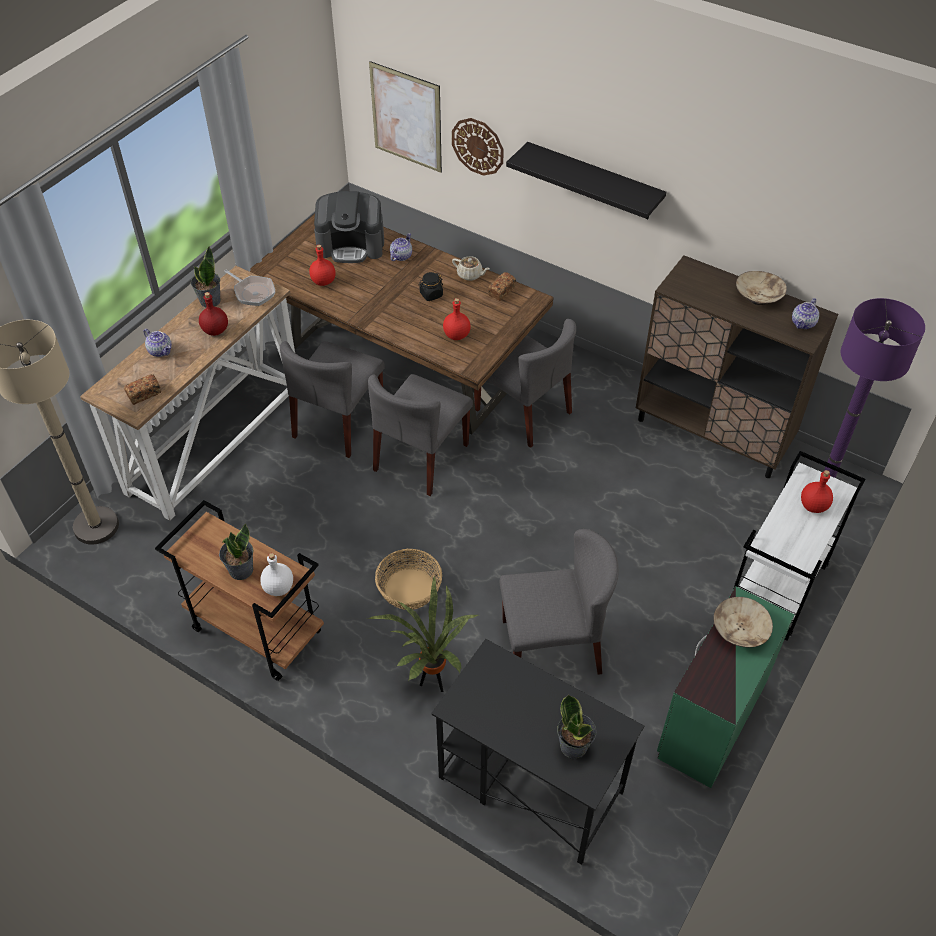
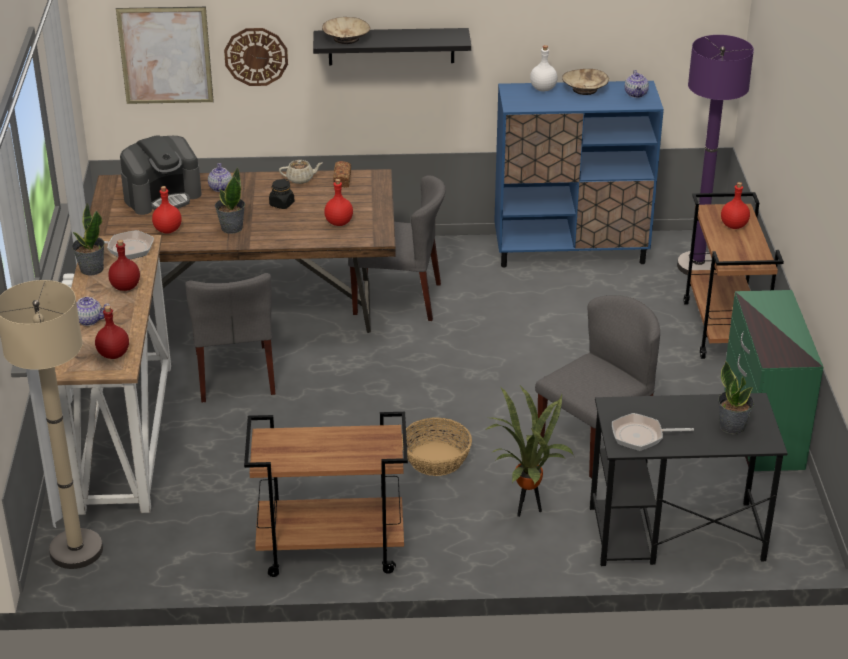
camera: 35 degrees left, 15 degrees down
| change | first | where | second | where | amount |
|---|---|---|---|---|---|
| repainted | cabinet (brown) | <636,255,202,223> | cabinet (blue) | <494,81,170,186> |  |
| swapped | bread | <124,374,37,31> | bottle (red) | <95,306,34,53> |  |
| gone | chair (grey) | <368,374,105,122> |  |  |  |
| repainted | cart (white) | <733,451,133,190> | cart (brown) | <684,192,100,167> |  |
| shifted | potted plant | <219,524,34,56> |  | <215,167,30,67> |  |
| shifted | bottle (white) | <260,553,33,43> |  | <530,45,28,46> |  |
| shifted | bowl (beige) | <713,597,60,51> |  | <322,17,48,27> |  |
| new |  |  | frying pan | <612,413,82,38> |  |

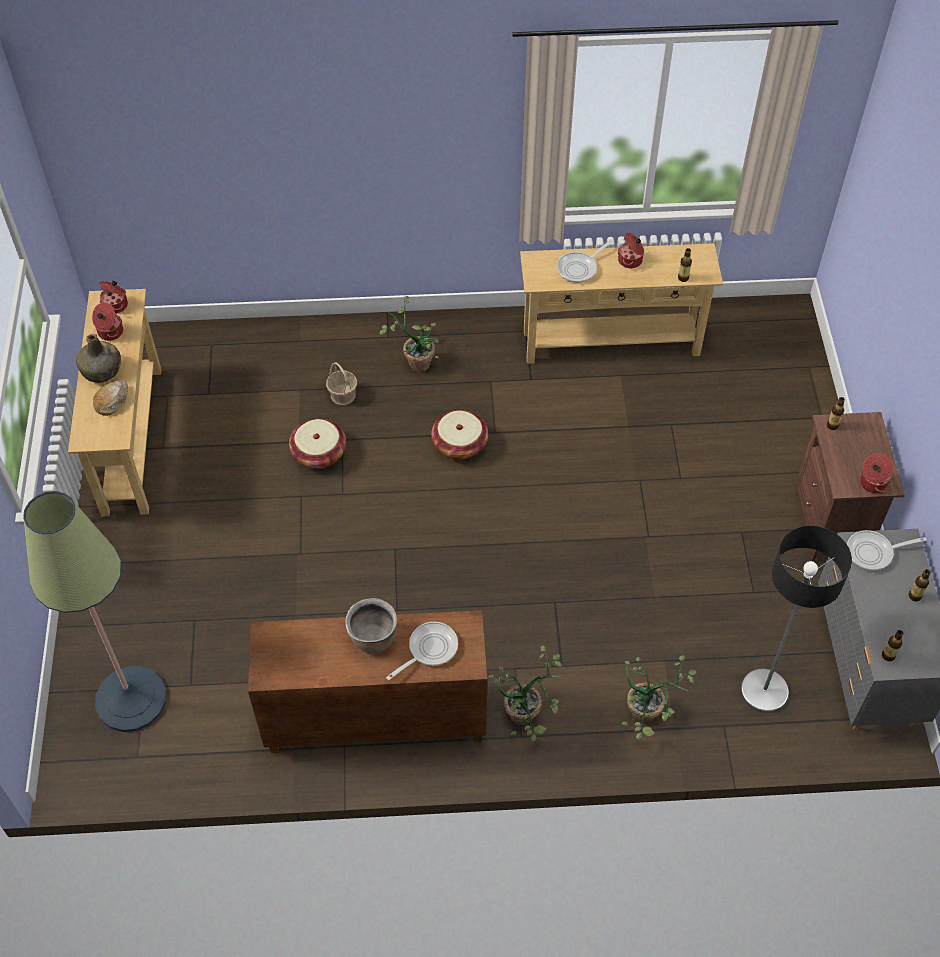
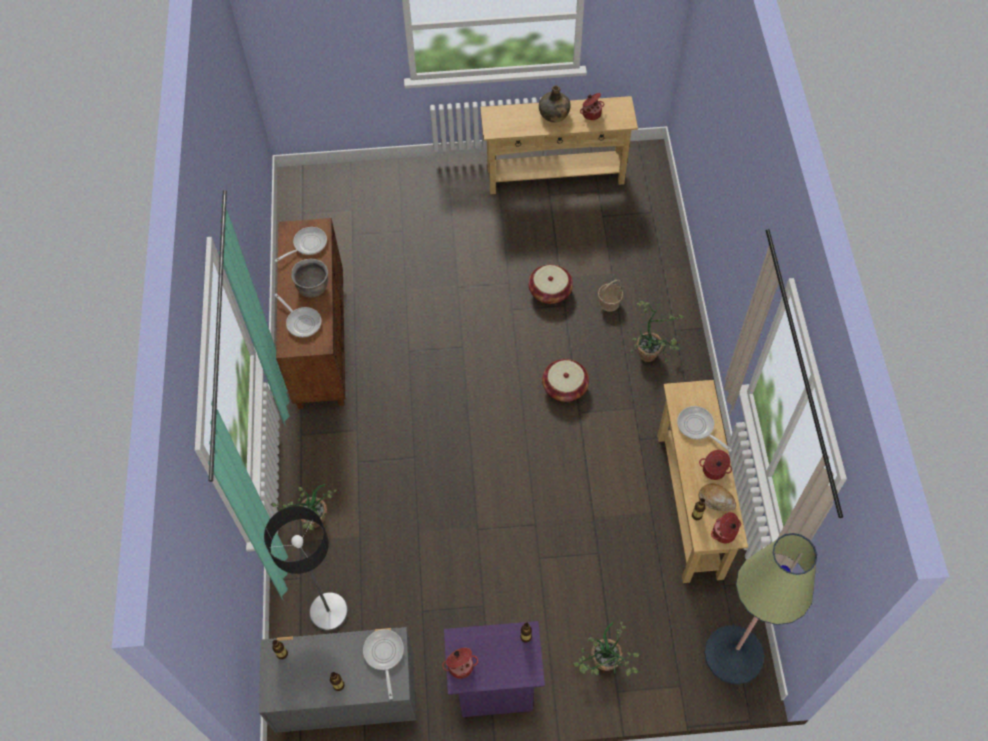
camera: 90 degrees right, 5 degrees up
| change | first | where | second | where | amount |
|---|---|---|---|---|---|
| shifted | cooking pot | <99,281,29,33> |  | <711,512,30,31> |  |
| shifted | bread | <93,381,35,35> |  | <698,483,38,28> |  |
| repainted | nightstand (brown) | <794,412,111,150> | nightstand (purple) | <444,621,101,96> |  |
| shifted | floor lamp | <23,491,144,241> |  | <704,533,113,152> |  |
| shifted | potted plant | <489,646,73,96> |  | <573,621,66,55> |  |
| new |  |  | frying pan | <274,227,53,35> |  |

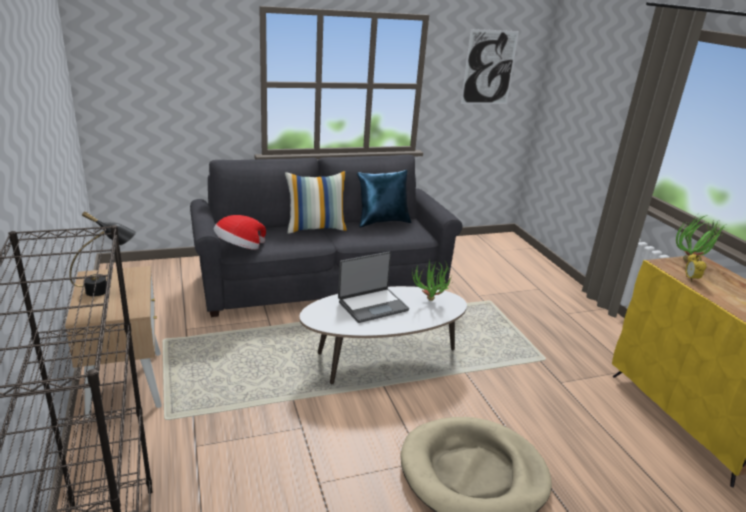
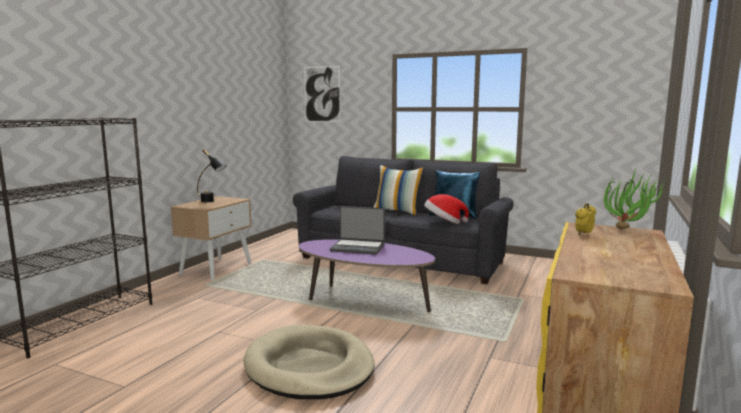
camera: 45 degrees right, 15 degrees down
| change | first | where | second | where | amount |
|---|---|---|---|---|---|
| shifted | picture | <461,29,58,75> |  | <304,65,37,57> |  |
| shifted | hat | <213,215,53,35> |  | <424,194,45,30> |  |
| gone | potted plant | <412,260,40,41> |  |  |  |
| repainted | coffee table (white) | <299,286,168,98> | coffee table (purple) | <299,239,136,73> |  |

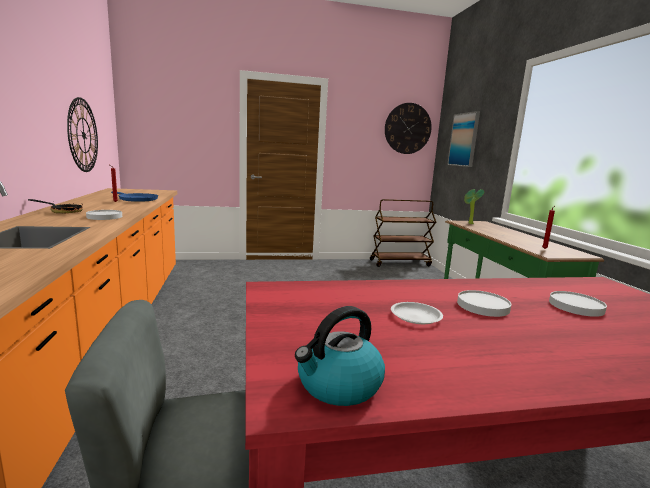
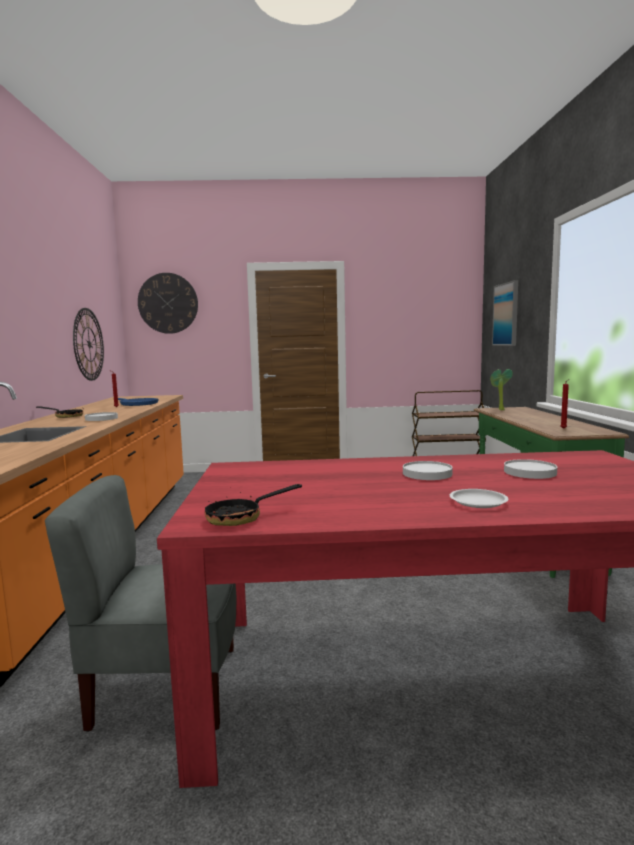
camera: 10 degrees right, 5 degrees down
| change | first | where | second | where | amount |
|---|---|---|---|---|---|
| shifted | wall clock | <385,103,47,51> |  | <138,273,60,61> |  |
| shifted | plate (white) | <391,302,52,22> |  | <450,489,58,19> |  |
| swapped | kettle | <295,306,90,100> | frying pan | <205,484,97,42> |  |

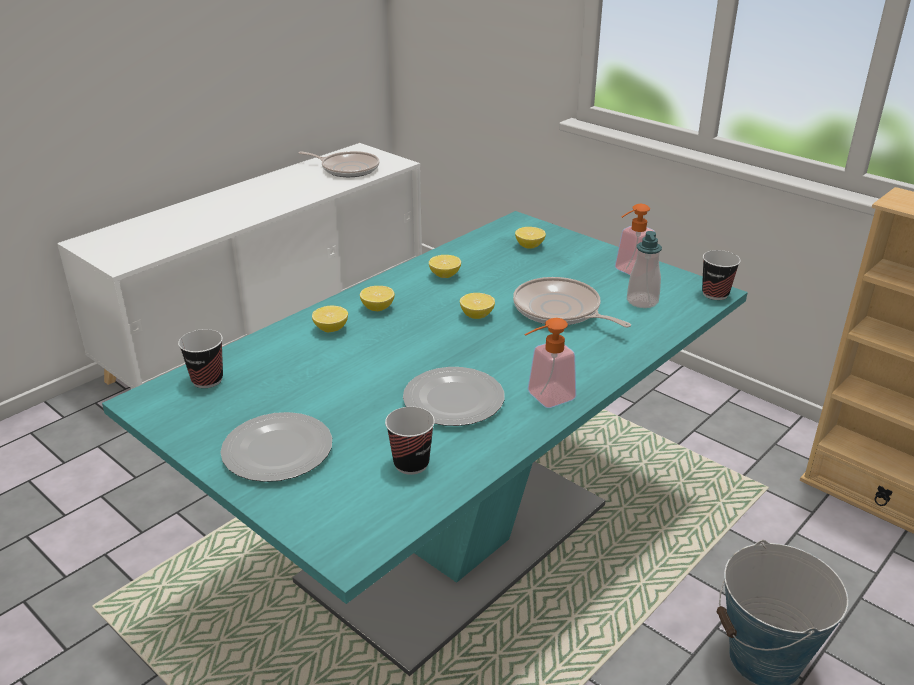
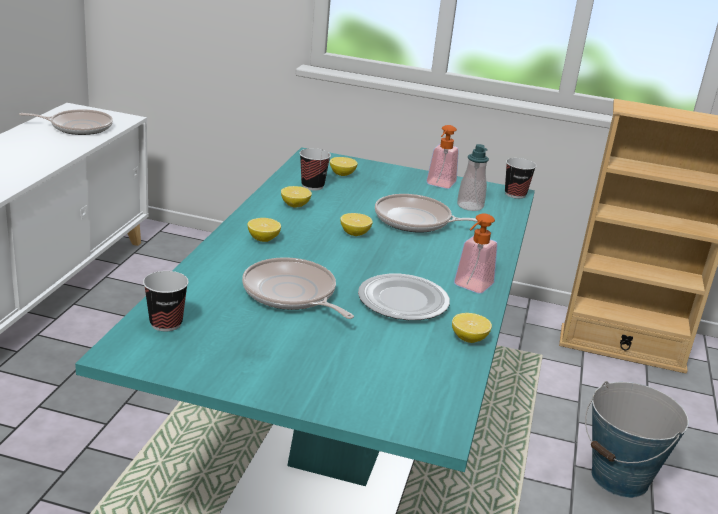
camera: 30 degrees left, 5 degrees down
| change | first | where | second | where | amount |
|---|---|---|---|---|---|
| shifted | lemon | <312,306,36,26> |  | <452,313,40,30> |  |
| shifted | cup | <385,407,50,68> |  | <300,148,31,42> |  |
| gone | plate | <220,412,112,70> |  |  |  |
| new |  |  | frying pan | <242,257,112,62> |  |

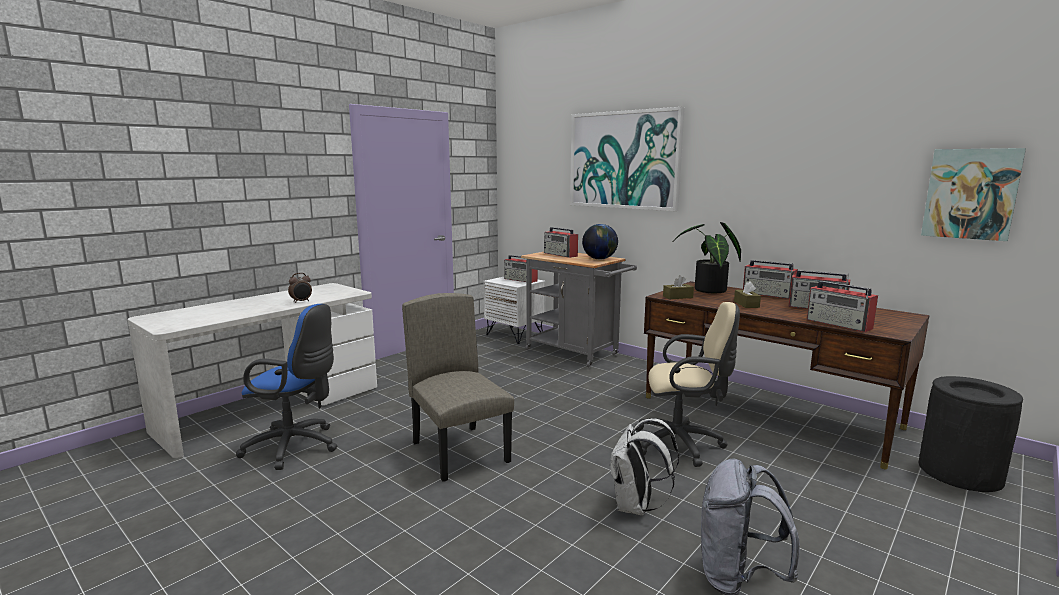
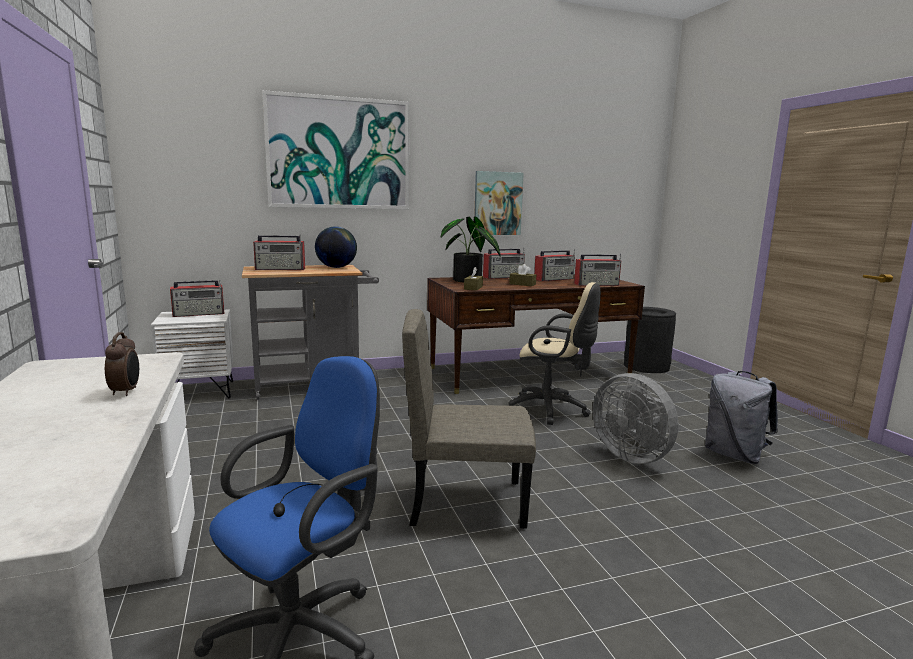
camera: 60 degrees left, 0 degrees up
| change | first | where | second | where | amount |
|---|---|---|---|---|---|
| shifted | picture | <921,148,105,93> |  | <474,171,50,64> |  |
| rotated | office chair (beige) | <635,302,105,165> |  | <506,282,95,143> | 75 degrees clockwise |
| swapped | backpack (white) | <610,418,69,98> | fan (grey) | <593,373,86,91> |  |

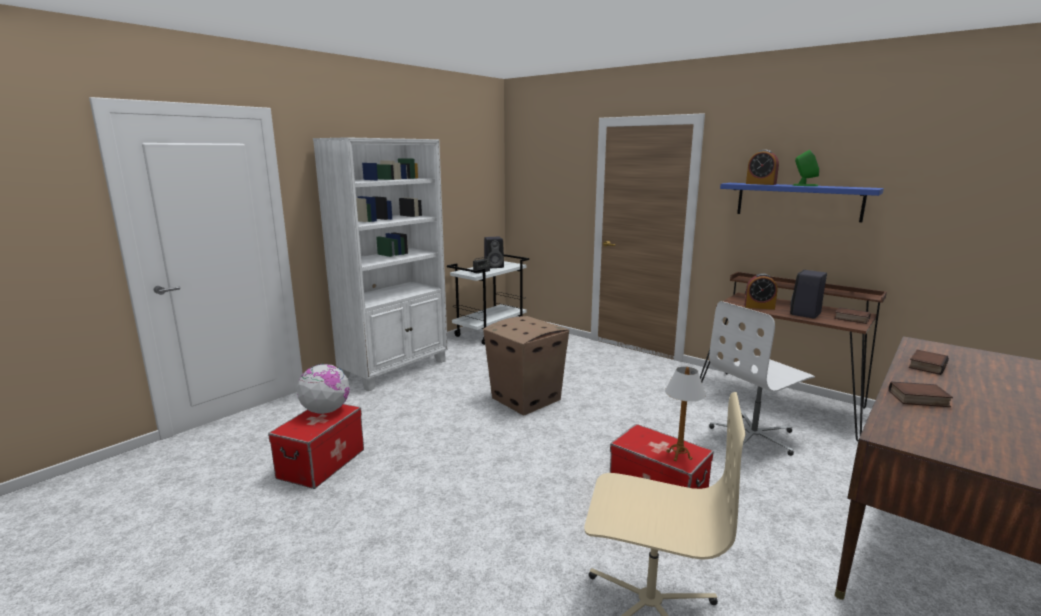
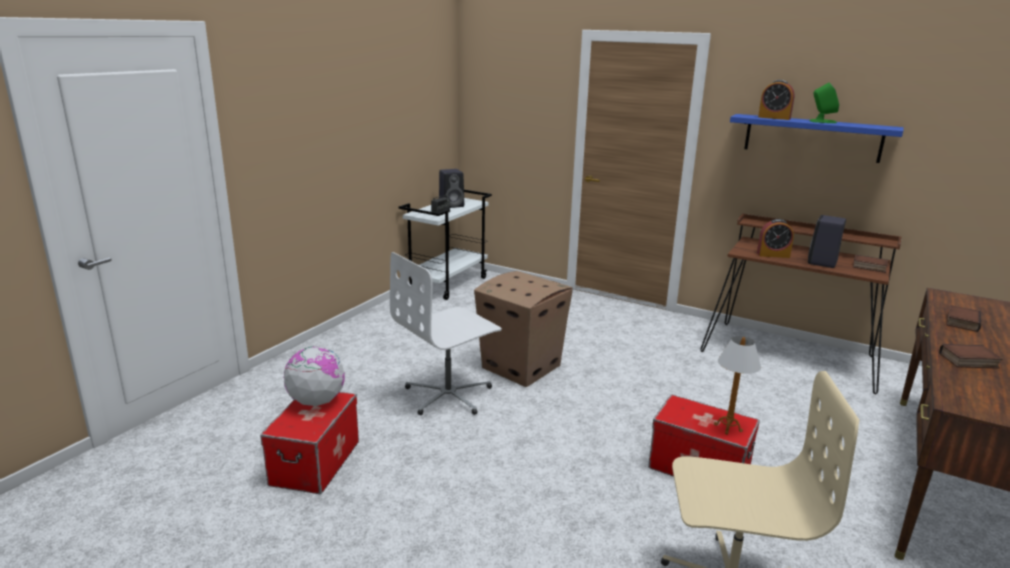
camera: 10 degrees left, 5 degrees up
| change | first | where | second | where | amount |
|---|---|---|---|---|---|
| gone | bookcase (white) | <313,137,135,254> |  |  |  |
| shifted | office chair (white) | <709,301,106,155> |  | <390,252,112,163> |  |

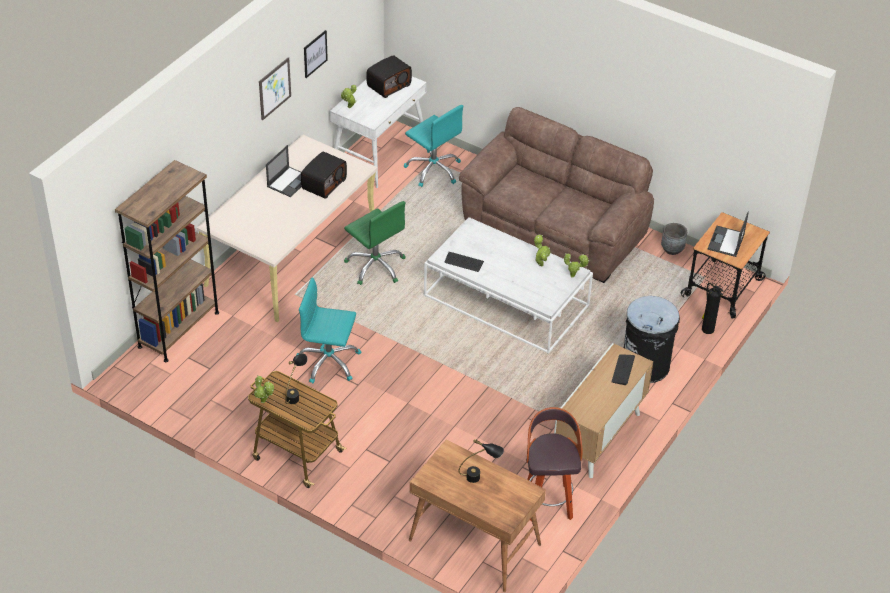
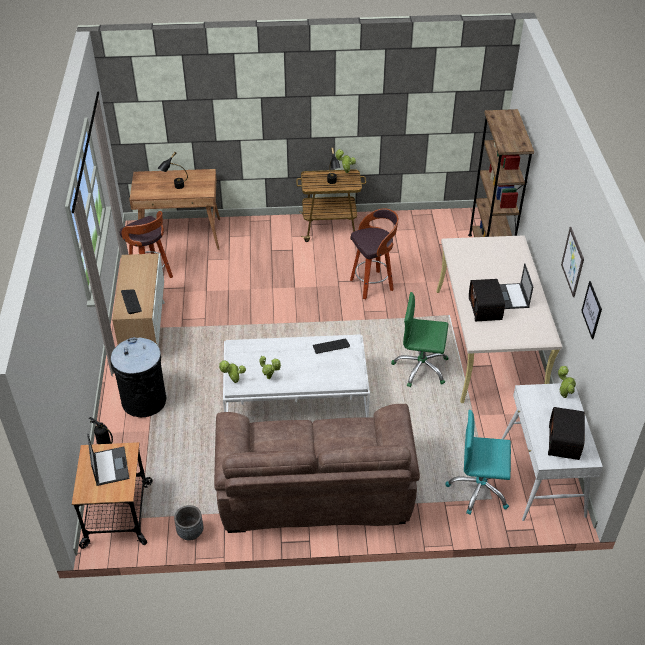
camera: 145 degrees right, 0 degrees up
| change | first | where | second | where | amount |
|---|---|---|---|---|---|
| swapped | office chair (turquoise) | <296,278,65,106> | stool | <350,208,49,91> |  |

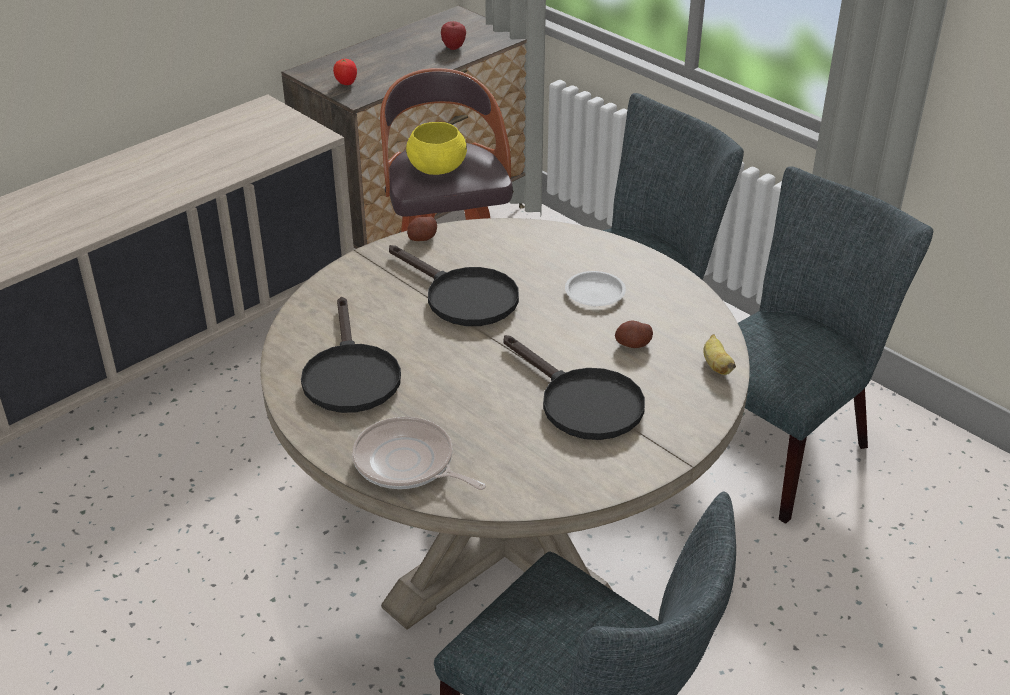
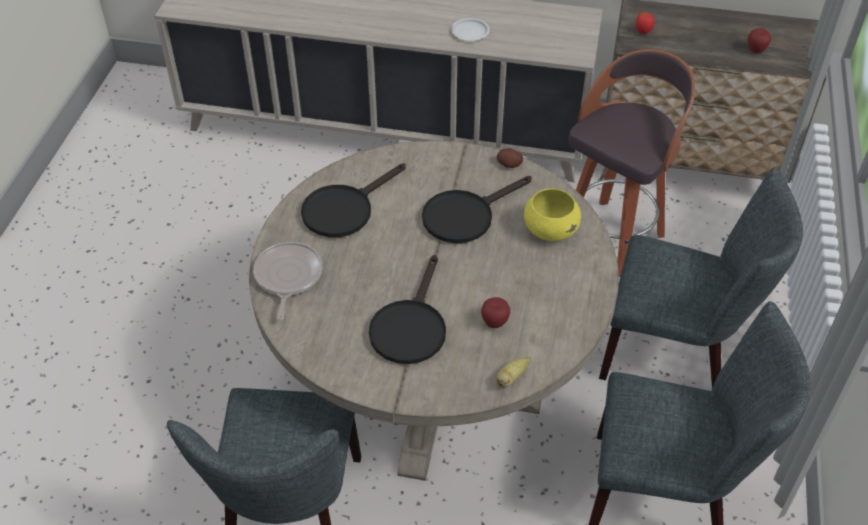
camera: 55 degrees right, 10 degrees up
| change | first | where | second | where | amount |
|---|---|---|---|---|---|
| shifted | bowl (yellow) | <406,122,61,53> |  | <524,188,57,53> |  |
| rotated | frying pan (black) | <389,245,130,81> |  | <422,176,110,67> | 45 degrees clockwise |
| shifted | plate (white) | <565,271,61,35> |  | <451,18,39,23> |  |
| swapped | potato | <615,320,38,28> | apple | <481,297,29,31> |  |

